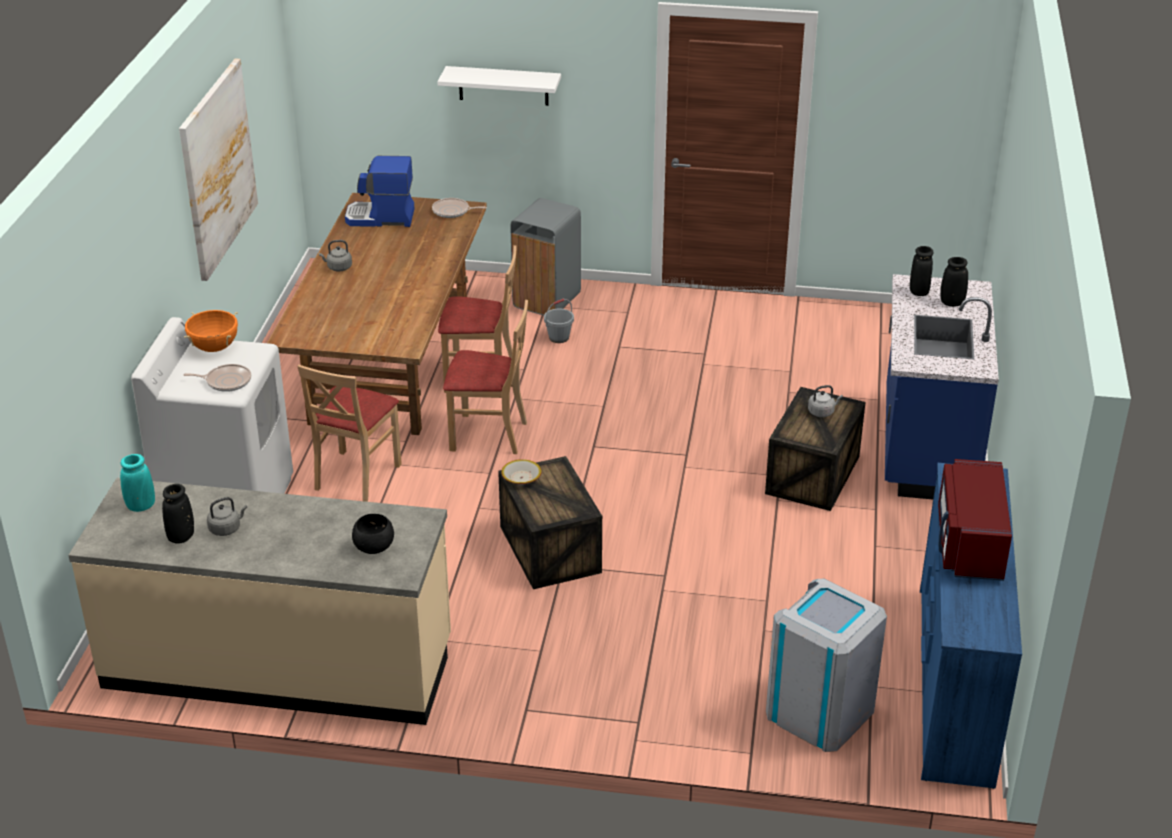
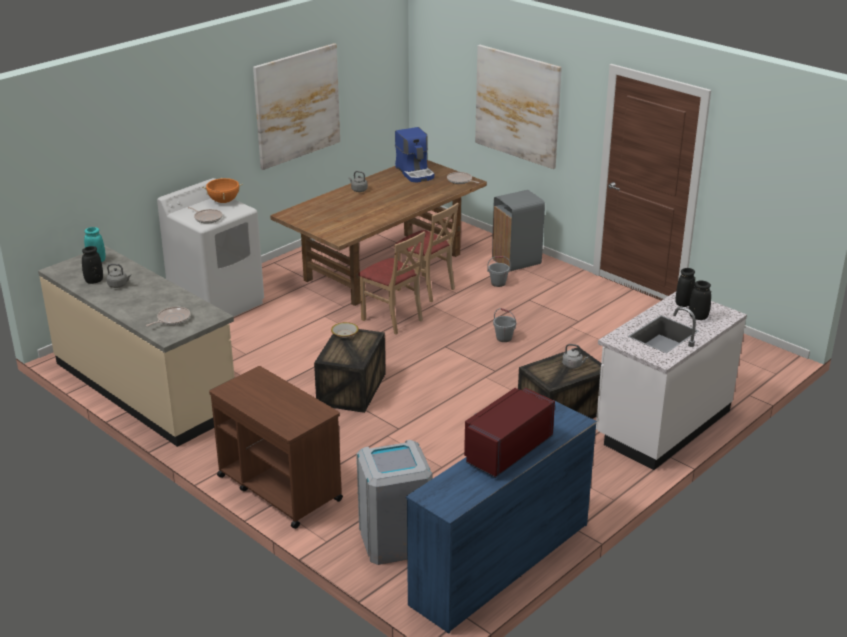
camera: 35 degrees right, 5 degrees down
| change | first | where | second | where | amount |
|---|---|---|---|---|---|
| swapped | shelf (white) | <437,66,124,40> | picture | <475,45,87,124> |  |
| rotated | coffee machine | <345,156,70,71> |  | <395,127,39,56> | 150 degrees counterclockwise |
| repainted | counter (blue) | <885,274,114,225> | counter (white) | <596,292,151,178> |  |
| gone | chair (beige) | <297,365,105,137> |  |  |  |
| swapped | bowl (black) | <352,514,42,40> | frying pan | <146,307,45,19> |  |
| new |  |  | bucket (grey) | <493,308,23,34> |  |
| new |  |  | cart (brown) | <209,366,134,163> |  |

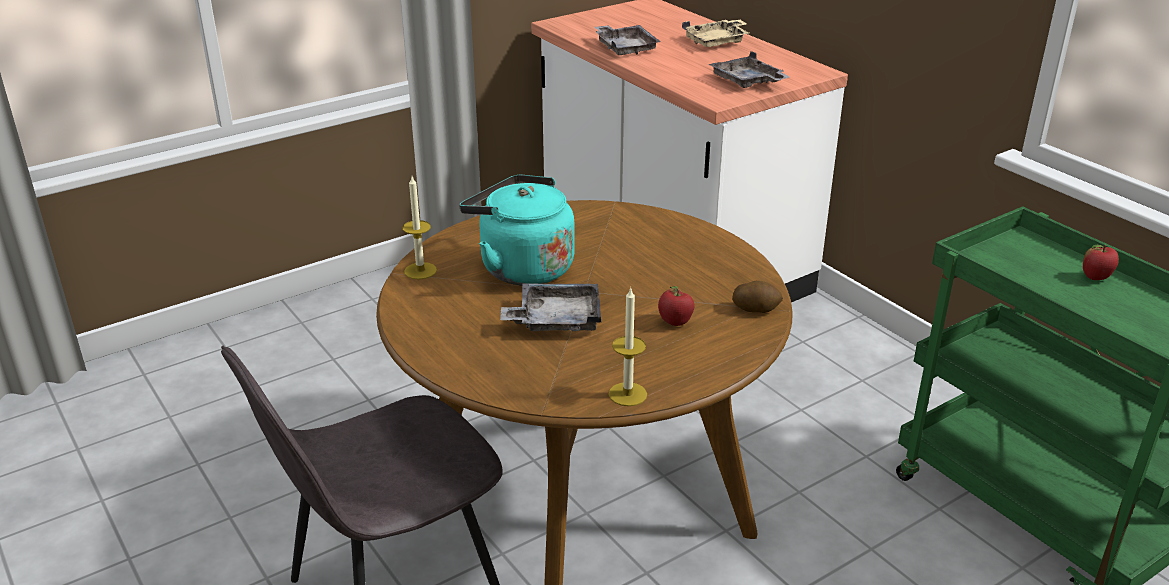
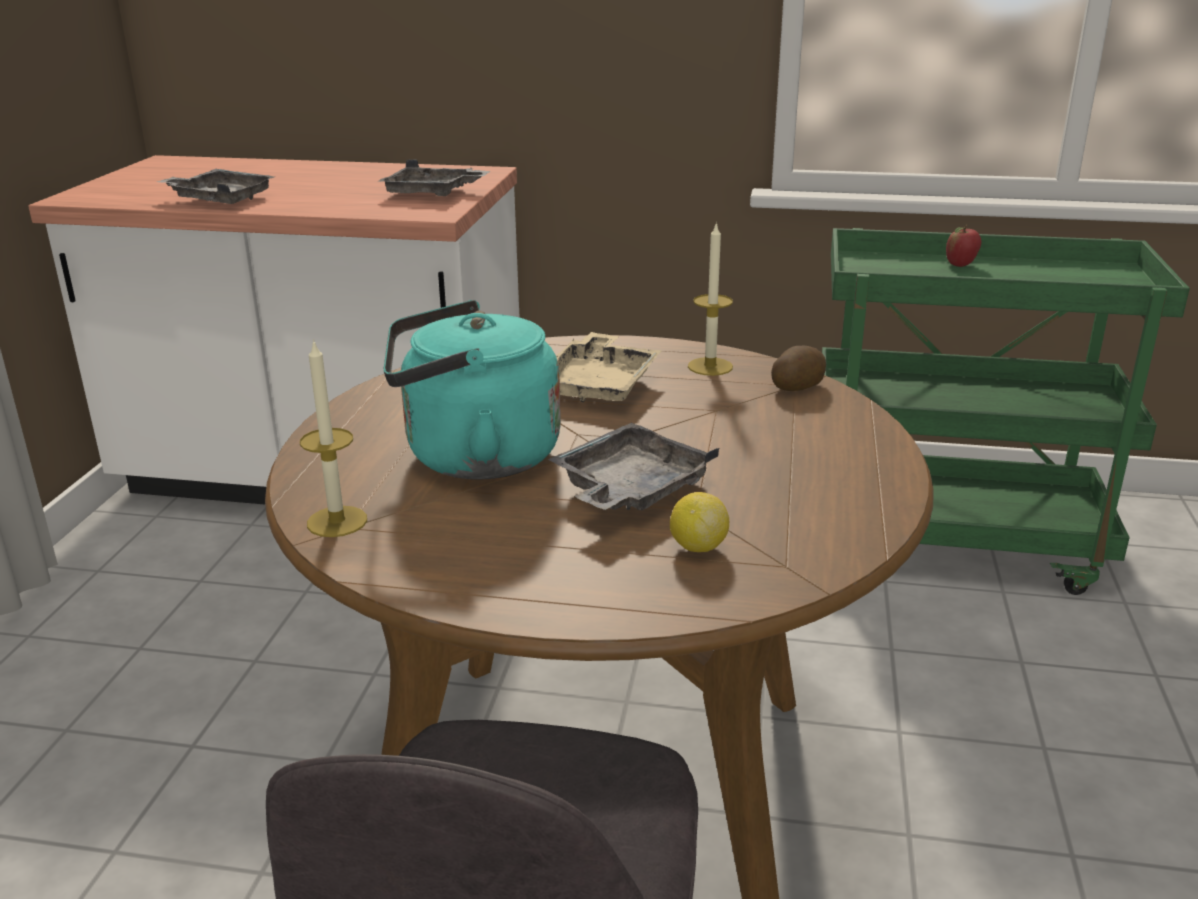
camera: 45 degrees left, 5 degrees down
| change | first | where | second | where | amount |
|---|---|---|---|---|---|
| shifted | tray (beige) | <682,20,67,27> |  | <556,332,106,70> |  |
| gone | apple | <658,286,36,40> |  |  |  |
| shifted | candle | <609,287,38,119> |  | <688,222,45,154> |  |
| new |  |  | lemon | <670,492,59,60> |  |

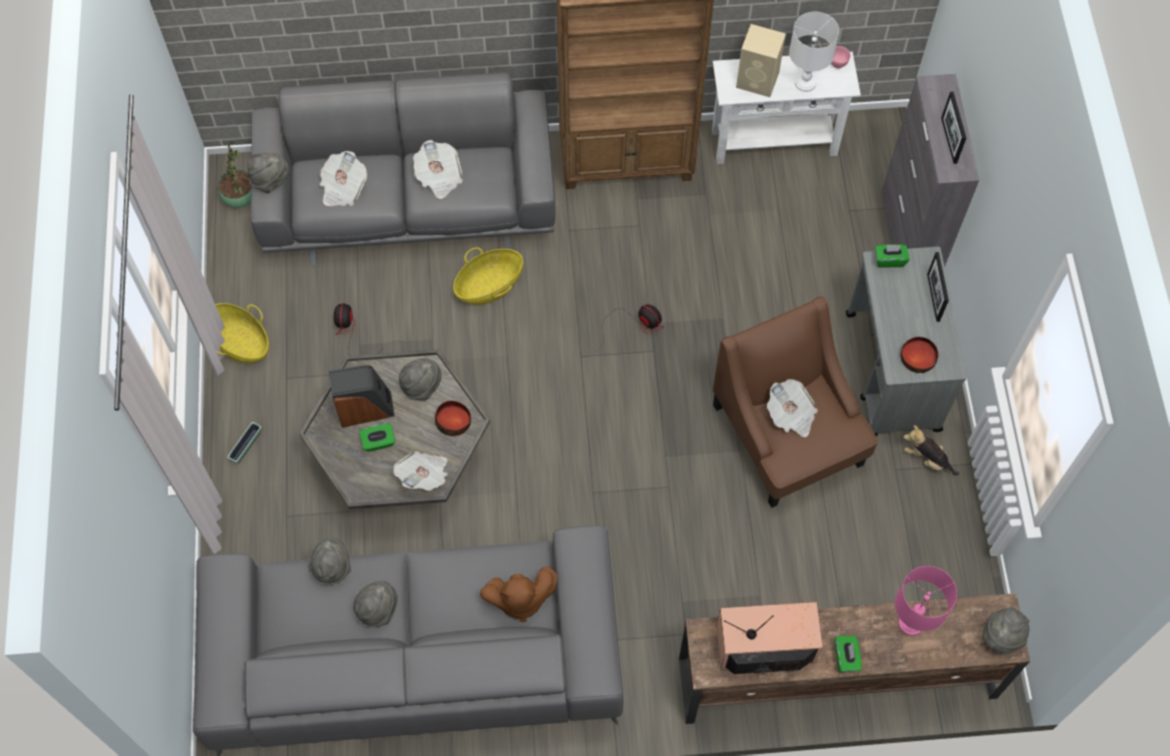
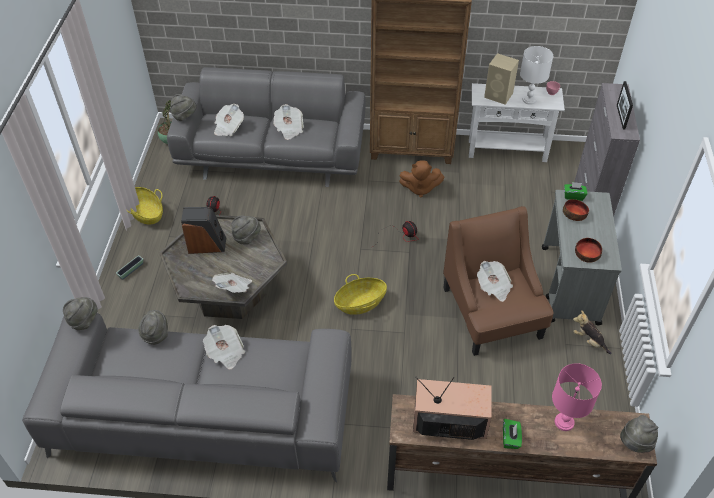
camera: 10 degrees right, 15 degrees down
| change | first | where | second | where | amount |
|---|---|---|---|---|---|
| shifted | basket | <453,247,70,58> |  | <334,274,53,41> |  |
| gone | picture frame | <927,252,22,70> |  |  |  |
| shifted | bowl | <435,401,36,35> |  | <563,199,26,22> |  |
| gone | tissue box (green) | <359,423,36,29> |  |  |  |
| shifted | plush toy (brown) | <480,566,77,56> |  | <399,160,45,38> |  |
| shifted | hat (grey) | <353,581,45,46> |  | <63,297,34,33> |  |
| new |  |  | newspaper | <203,325,42,44> |  |

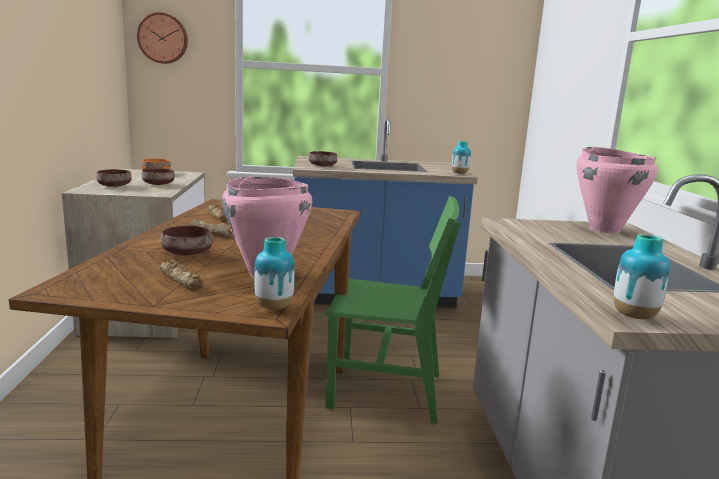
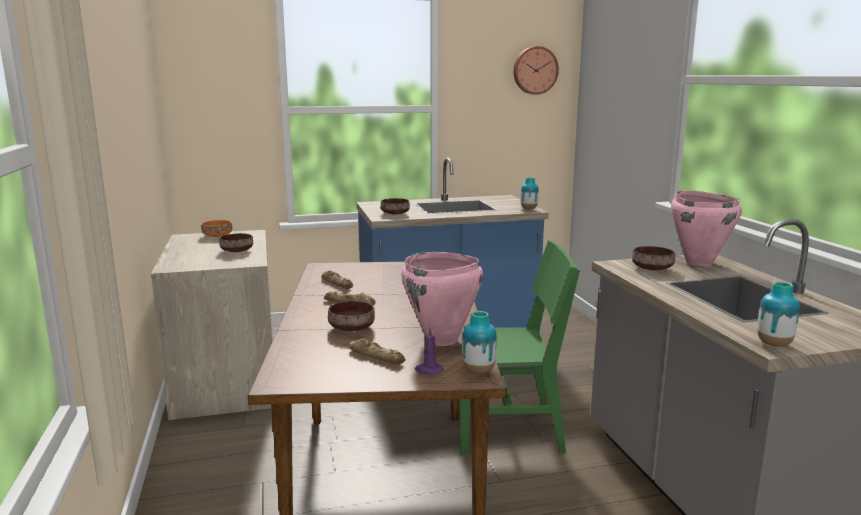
camera: 10 degrees left, 0 degrees up
| change | first | where | second | where | amount |
|---|---|---|---|---|---|
| shifted | wall clock | <137,12,51,52> |  | <513,46,46,49> |  |
| shifted | bowl (brown) | <96,169,36,18> |  | <632,246,43,24> |  |
| new |  |  | candle (purple) | <415,327,28,48> |  |

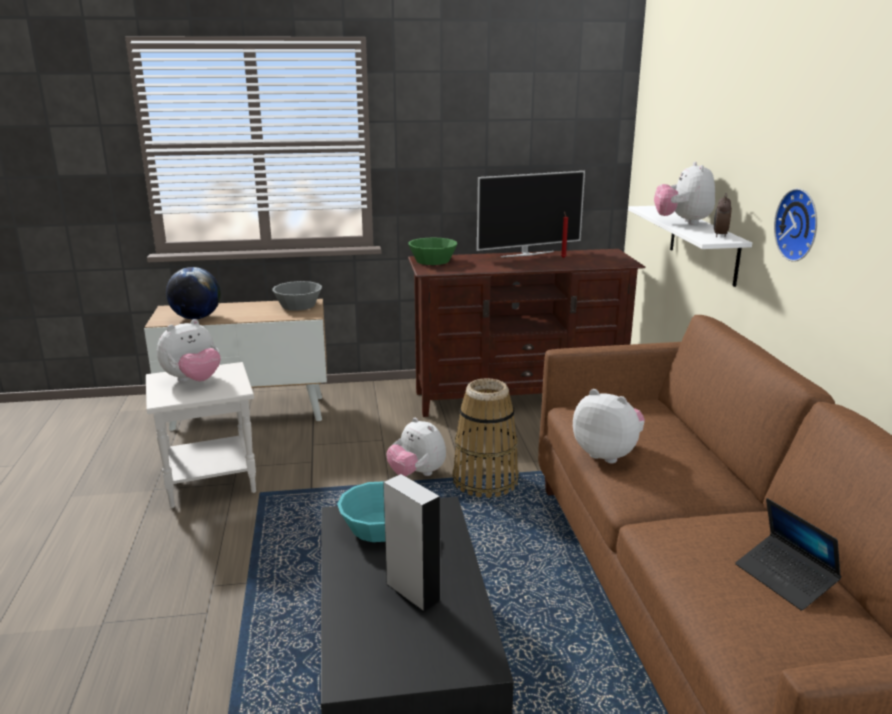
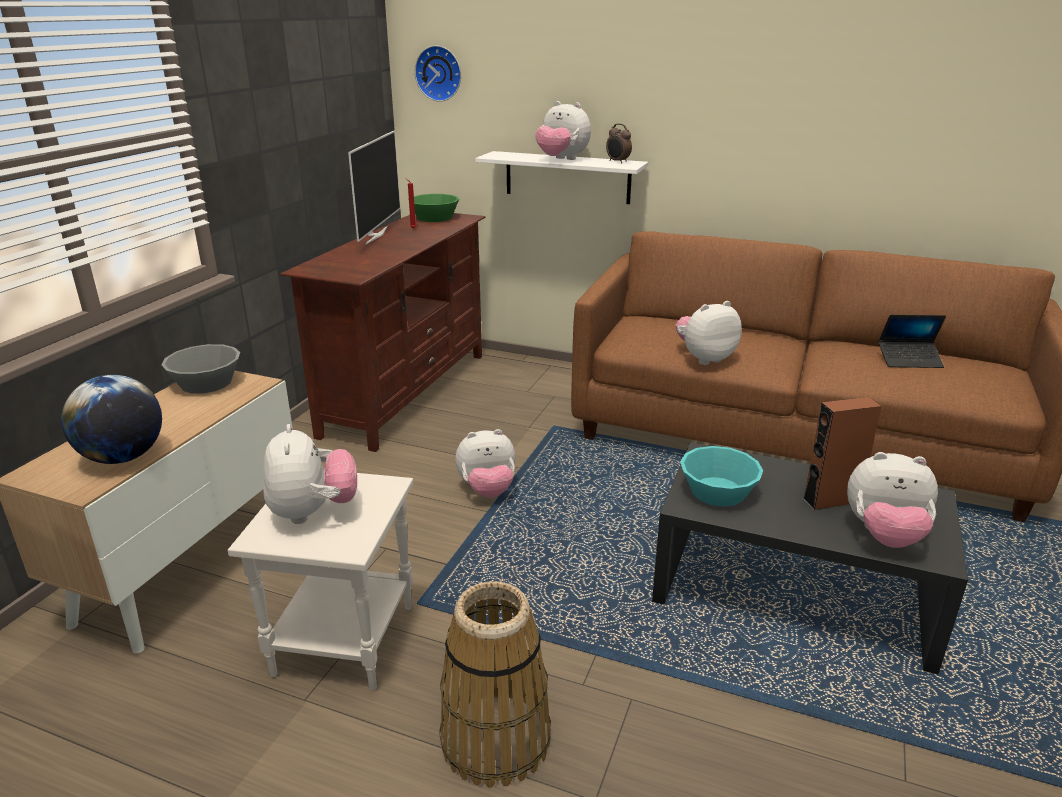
camera: 60 degrees left, 5 degrees up
| change | first | where | second | where | amount |
|---|---|---|---|---|---|
| shifted | wall clock | <774,188,43,74> |  | <415,45,46,57> |  |
| shifted | bowl (green) | <408,237,49,28> |  | <408,194,51,28> |  |
| shifted | basket | <452,378,67,120> |  | <439,581,112,207> |  |
| repainted | speaker (grey) | <383,474,58,138> | speaker (brown) | <803,397,79,113> |  |
| new |  |  | plush toy | <847,452,91,96> |  |

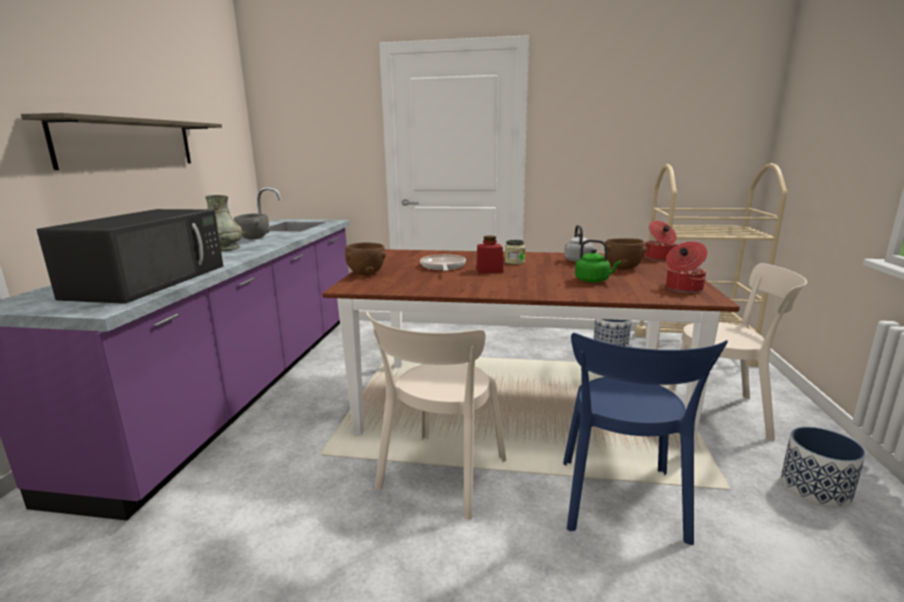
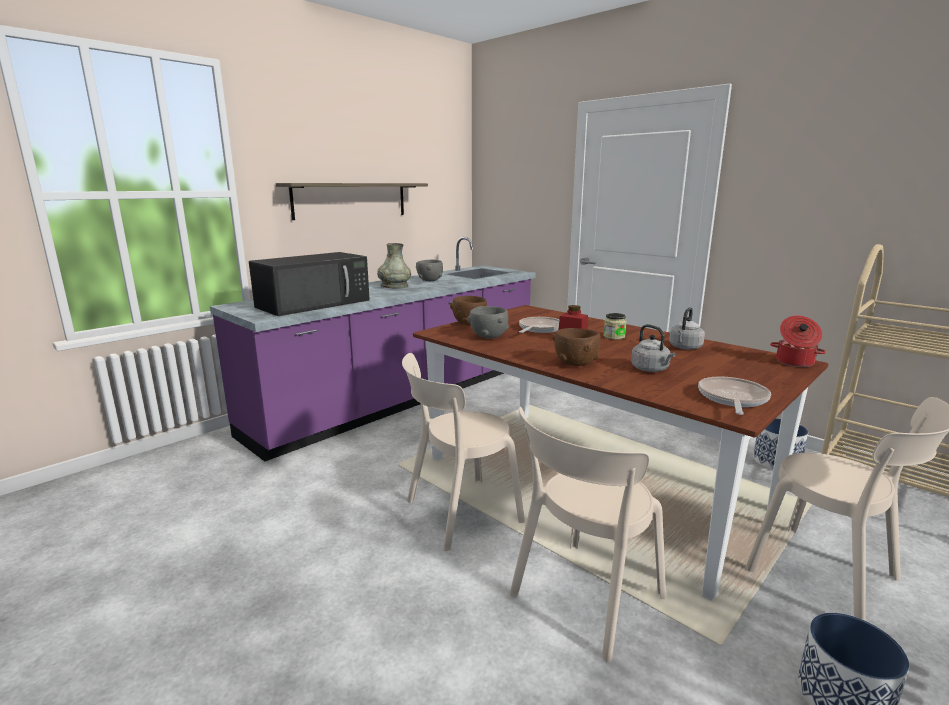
camera: 35 degrees right, 0 degrees up
| change | first | where | second | where | amount |
|---|---|---|---|---|---|
| shifted | bowl (brown) | <604,238,43,32> |  | <553,328,48,38> |  |
| repainted | kettle (green) | <575,239,46,44> | kettle (grey) | <631,324,44,48> |  |
| swapped | cooking pot | <666,241,41,52> | frying pan | <698,377,73,38> |  |
| repainted | chair (blue) | <563,333,165,212> | chair (beige) | <510,407,156,256> |  |
| new |  |  | bowl (grey) | <468,306,41,32> |  |

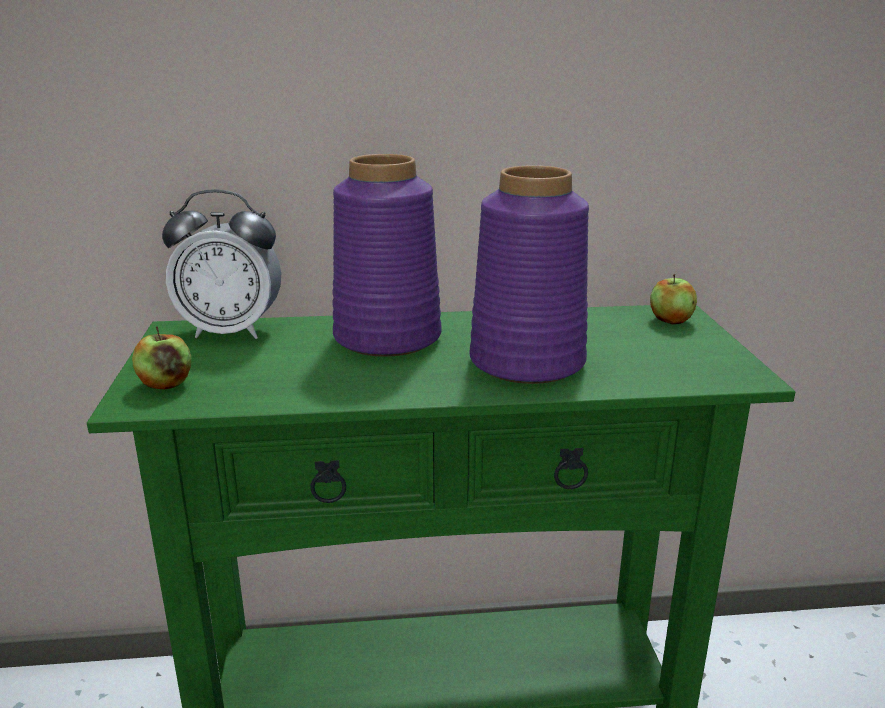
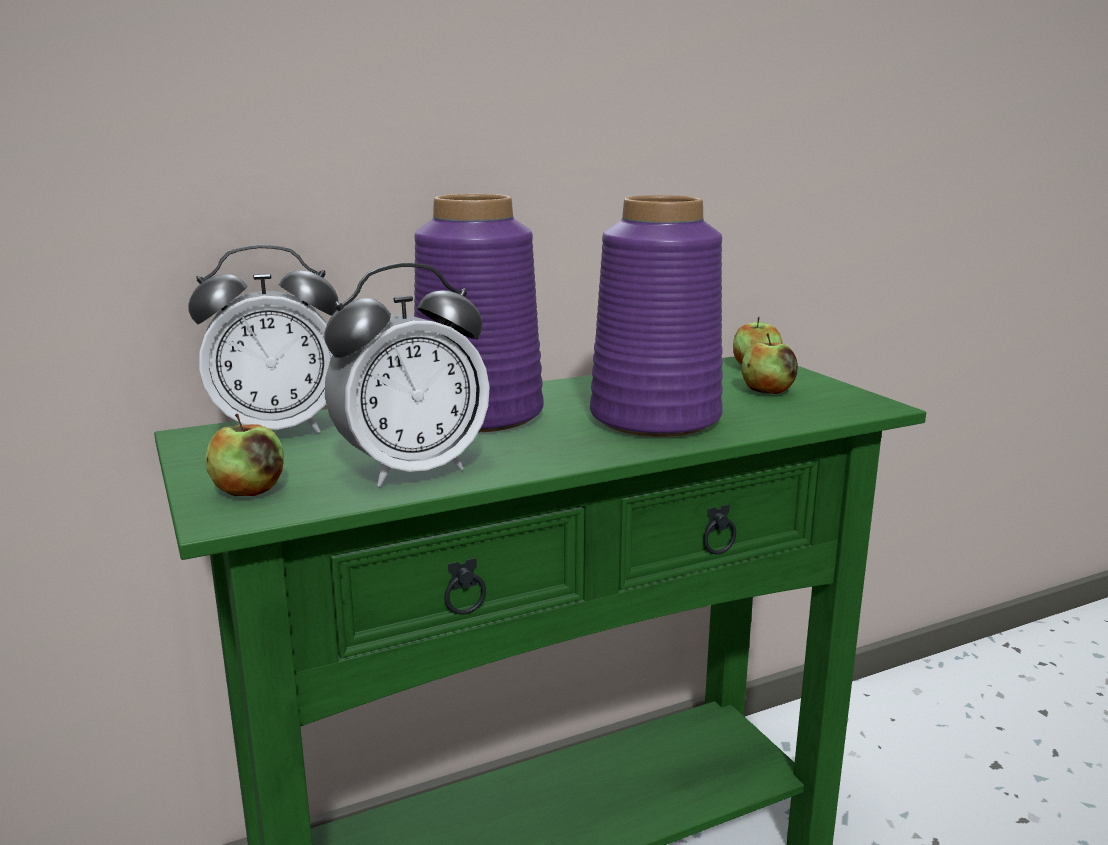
camera: 20 degrees left, 5 degrees down
| change | first | where | second | where | amount |
|---|---|---|---|---|---|
| new |  |  | alarm clock | <324,263,166,224> |  |
| new |  |  | apple | <742,333,56,61> |  |

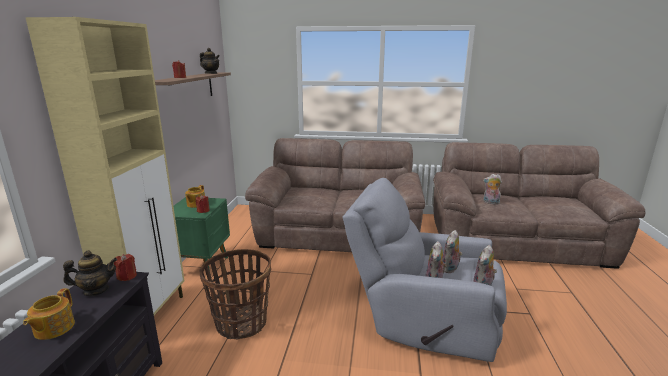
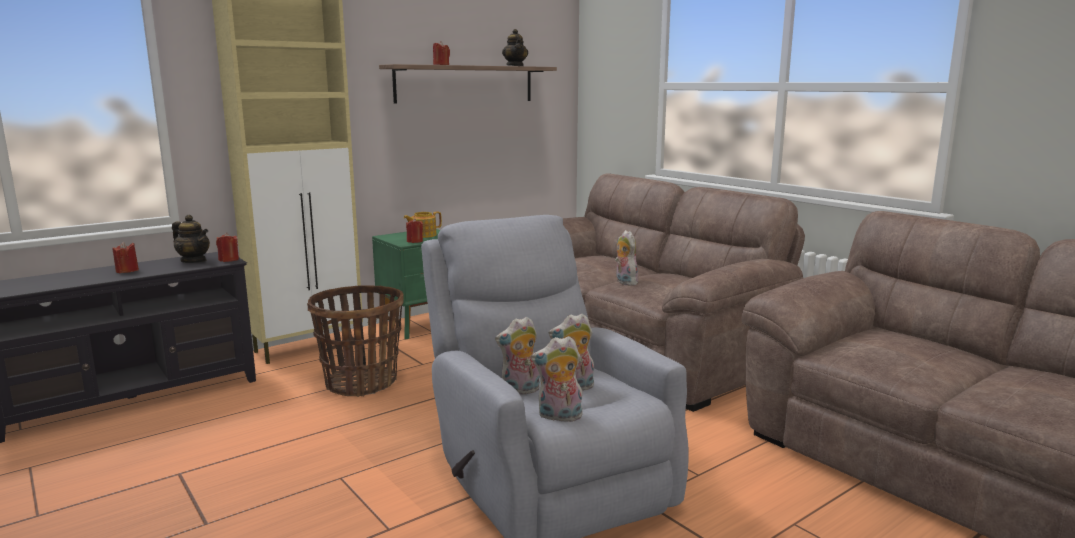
camera: 45 degrees right, 5 degrees down
| change | first | where | second | where | amount |
|---|---|---|---|---|---|
| shifted | plush toy | <483,174,19,31> |  | <615,230,23,56> |  |
| swapped | teapot | <23,288,52,52> | candle (red) | <113,241,26,32> |  |

